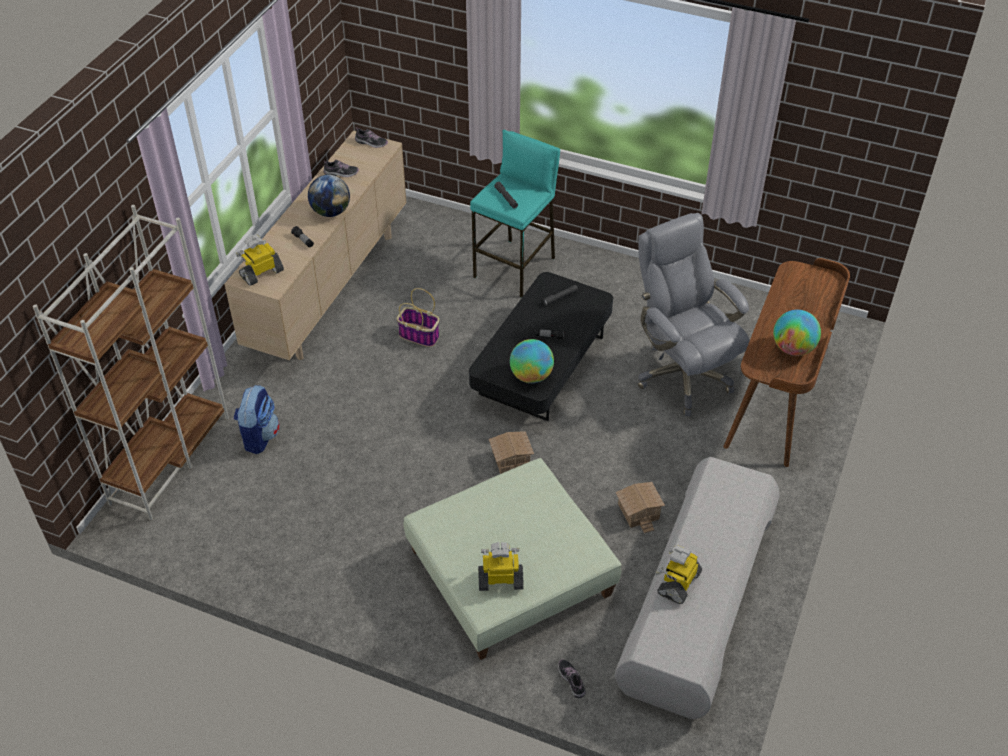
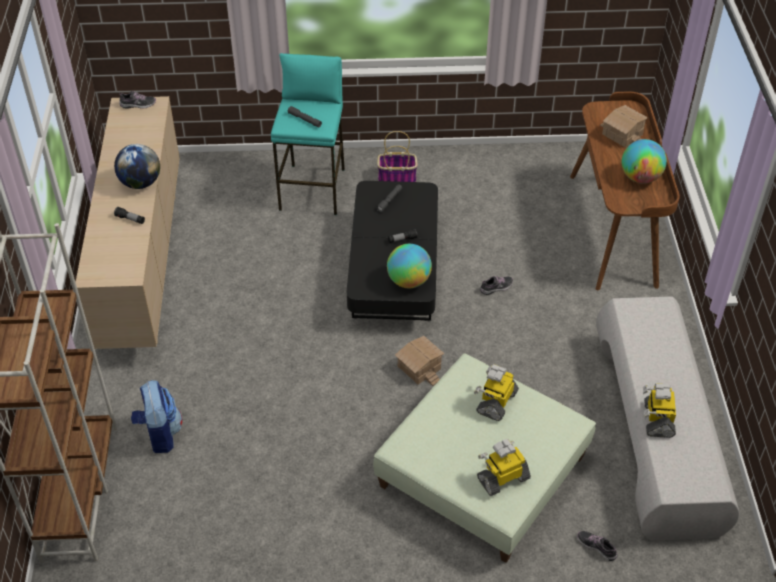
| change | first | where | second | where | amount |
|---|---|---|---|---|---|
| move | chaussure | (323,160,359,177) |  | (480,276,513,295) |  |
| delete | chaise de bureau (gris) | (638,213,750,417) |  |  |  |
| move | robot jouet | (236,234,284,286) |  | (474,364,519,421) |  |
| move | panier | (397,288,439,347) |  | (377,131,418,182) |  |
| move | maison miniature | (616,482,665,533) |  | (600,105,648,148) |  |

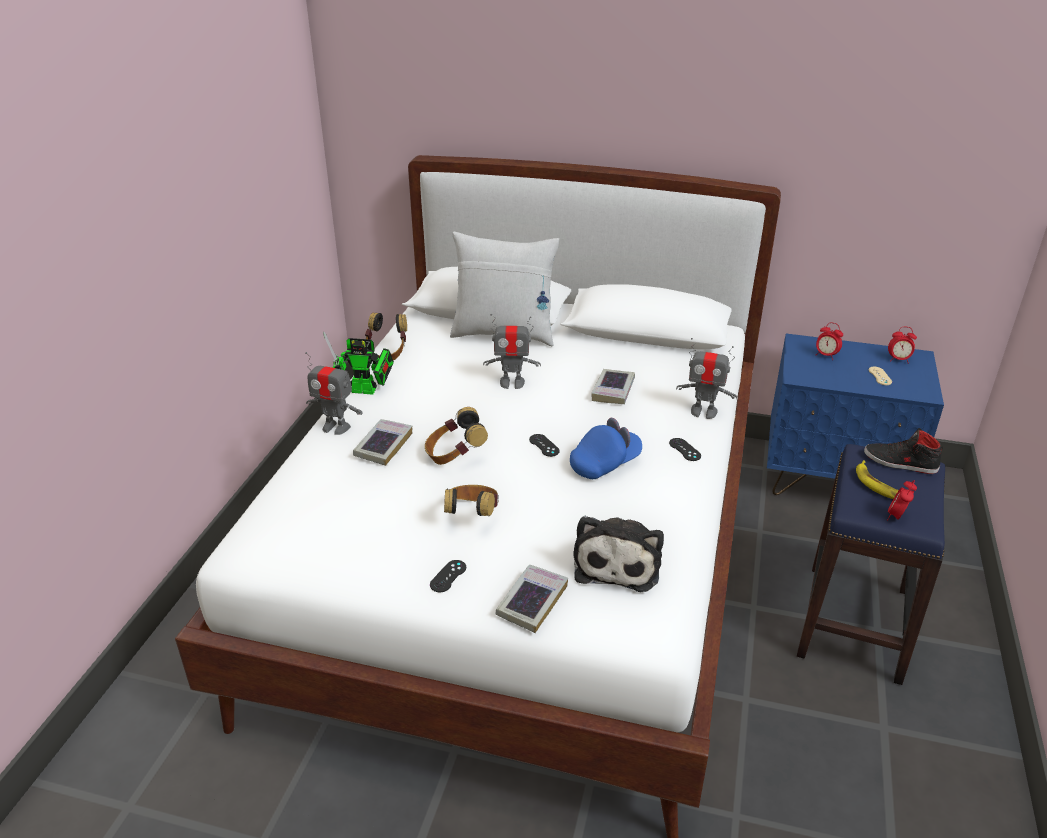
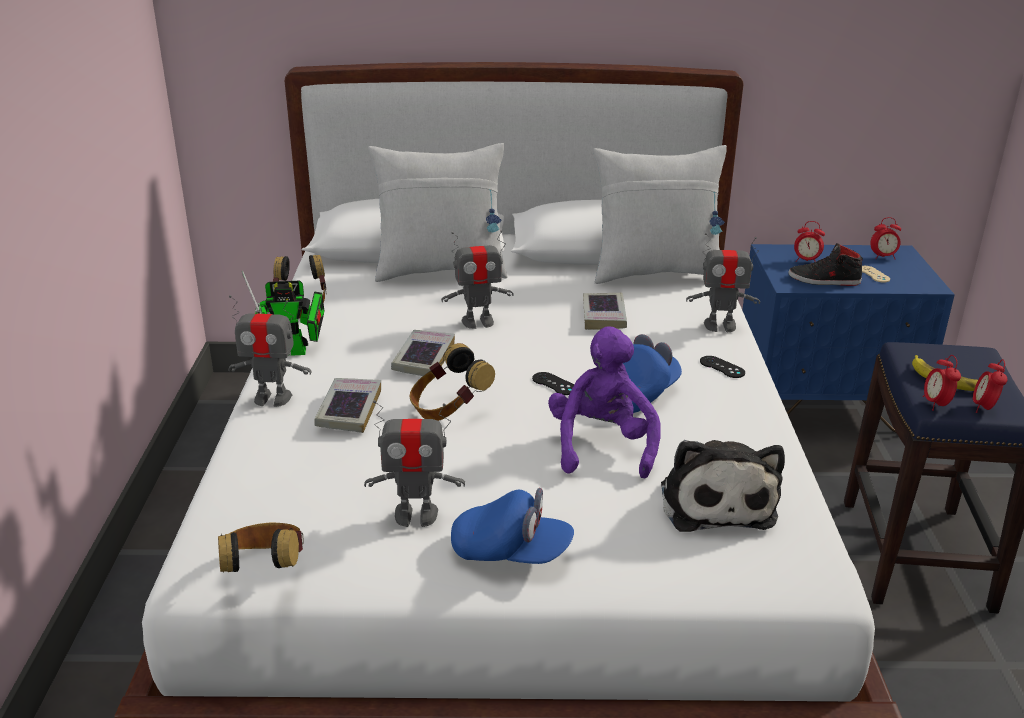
| change | first | where | second | where | amount |
|---|---|---|---|---|---|
| move | chaussure (noir) | (864,428,943,474) |  | (788,243,863,286) |  |
| move | casque audio | (444,485,499,516) |  | (218,523,304,573) |  |
| replace | manette (noir) | (430,560,466,592) | casquette (bleu) | (451,488,574,564) |  |
| move | livre | (496,565,568,633) |  | (391,330,455,376) |  |
| insert |  |  | coussin (gris) | (593,145,727,284) |  |
| insert |  |  | peluche (violet) | (548,326,661,479) |  |
| insert |  |  | réveil | (923,355,961,411) |  |
| insert |  |  | robot jouet | (364,400,465,527) |  |

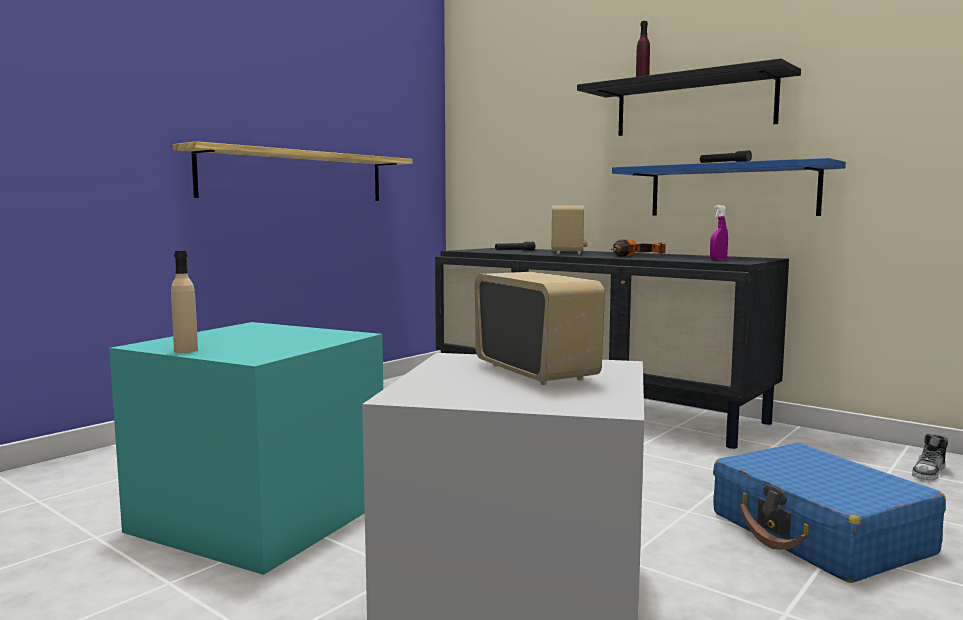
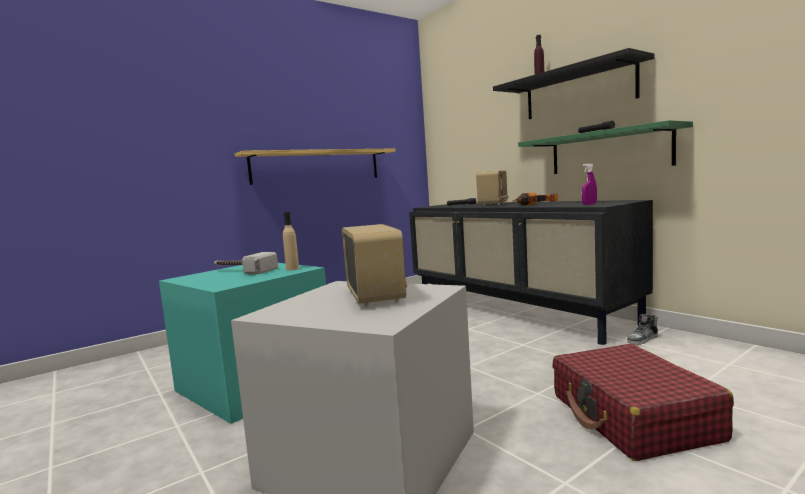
| change | first | where | second | where | amount |
|---|---|---|---|---|---|
| recolor | étagère (bleu) | (612,158,846,216) | étagère (vert) | (518,120,693,174) |  |
| move | bouteille (beige) | (171,250,198,353) |  | (283,212,299,270) |  |
| move | chaussure | (912,433,948,481) |  | (627,314,658,345) |  |
| recolor | valise (bleu) | (713,443,946,583) | valise (rouge) | (553,344,734,461) |  |
| insert |  |  | marteau | (214,252,278,274) |  |

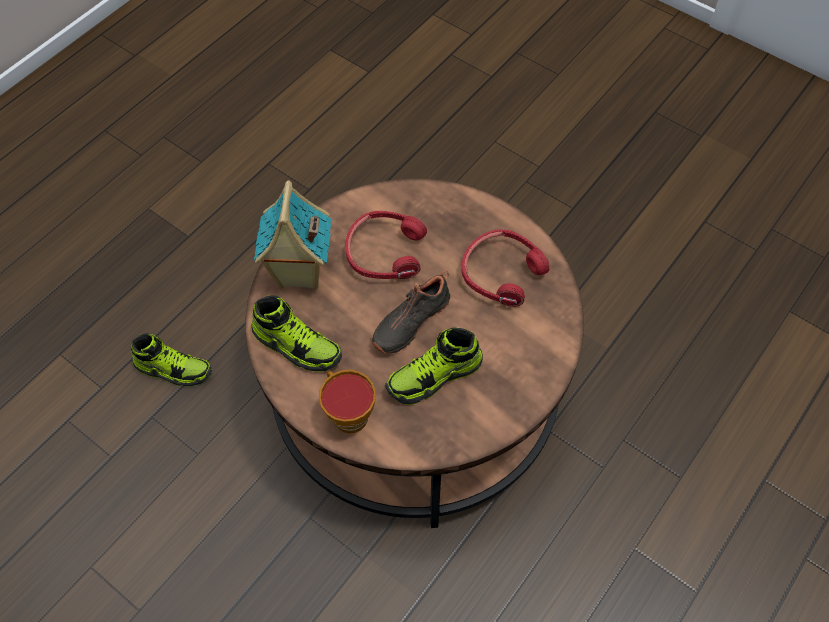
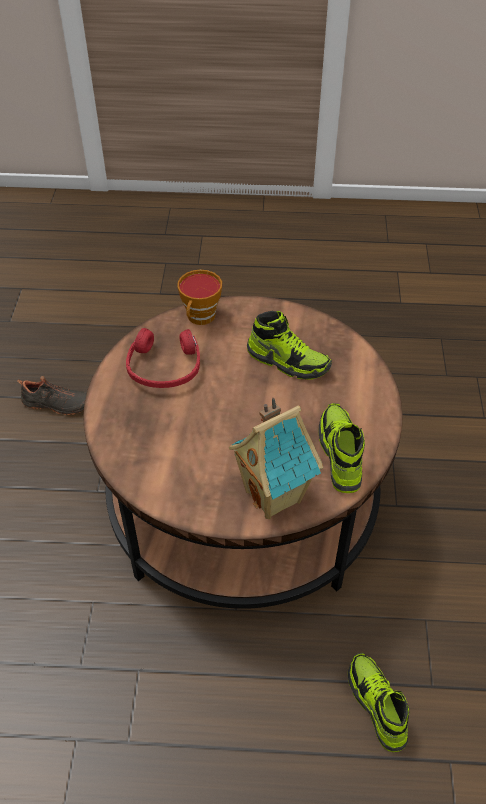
| change | first | where | second | where | amount |
|---|---|---|---|---|---|
| delete | casque audio (rouge) | (345,211,427,279) |  |  |  |
| move | chaussure (noir) | (372,270,450,354) |  | (17,376,87,415) |  |
| move | tasse | (319,370,376,433) |  | (177,269,222,325) |  |

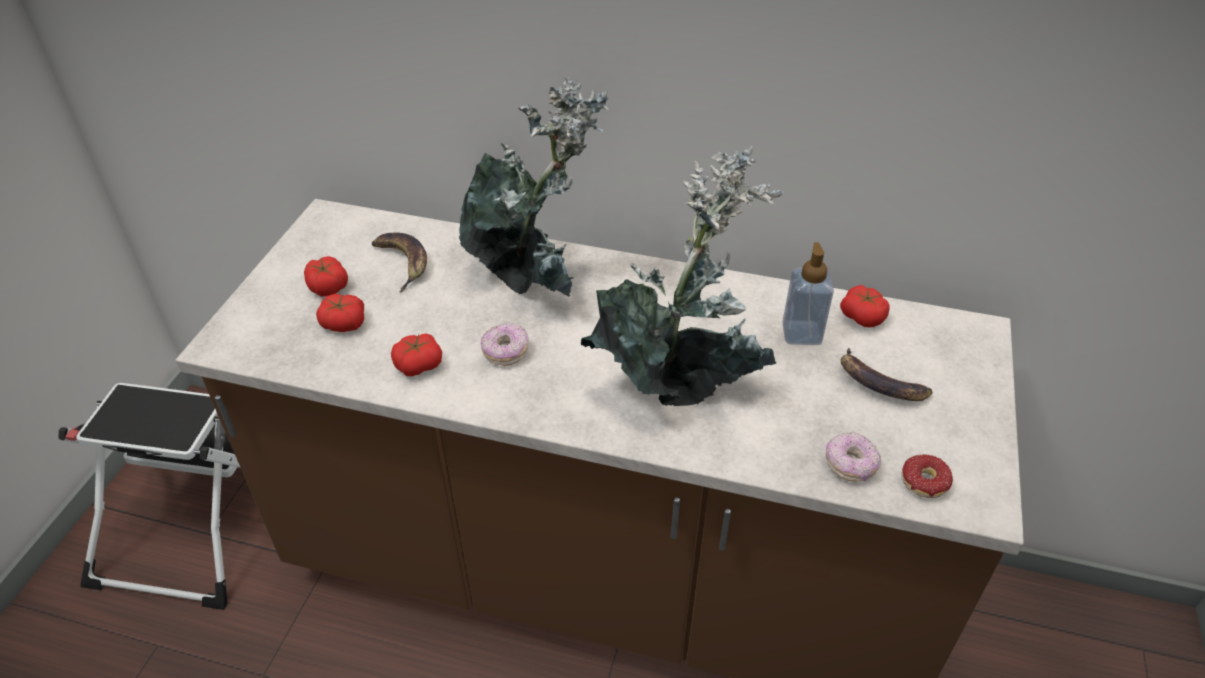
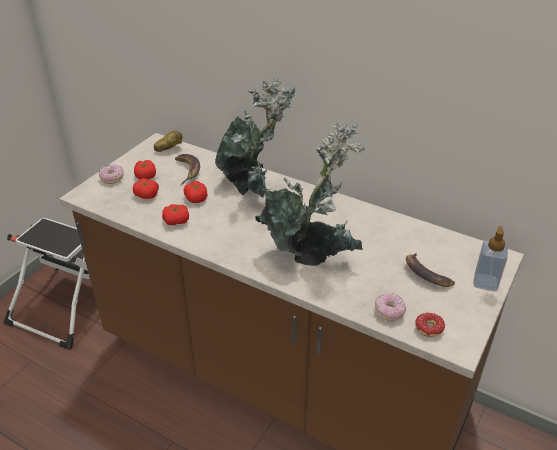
| change | first | where | second | where | amount |
|---|---|---|---|---|---|
| move | distributeur de savon | (782,242,834,345) |  | (473,226,508,291) |  |
| move | tomate | (840,285,890,328) |  | (183,181,208,203) |  |
| move | beignet | (481,323,529,366) |  | (99,164,124,184) |  |
| insert |  |  | pomme de terre | (154,131,183,152) |  |

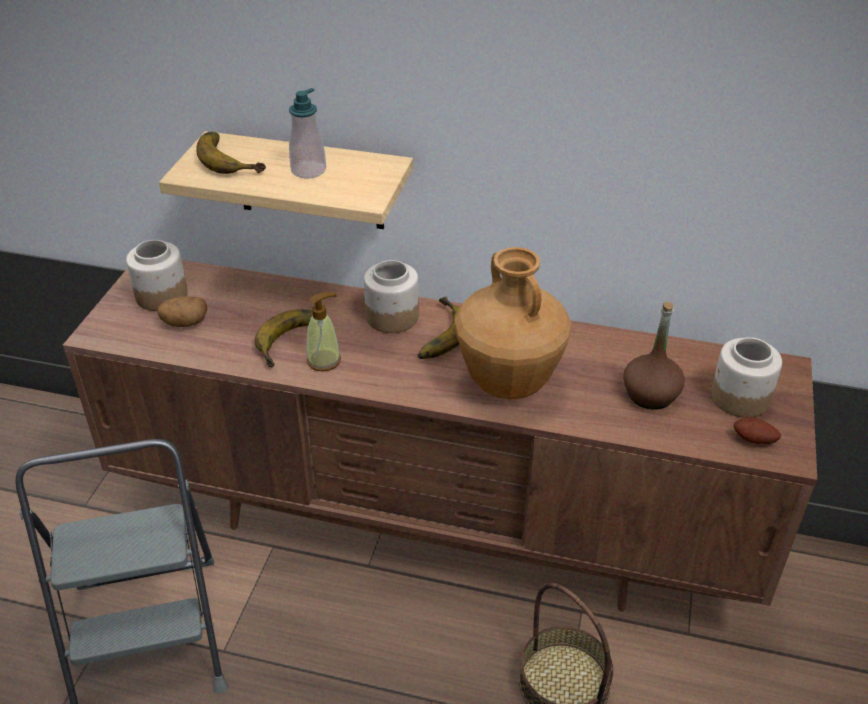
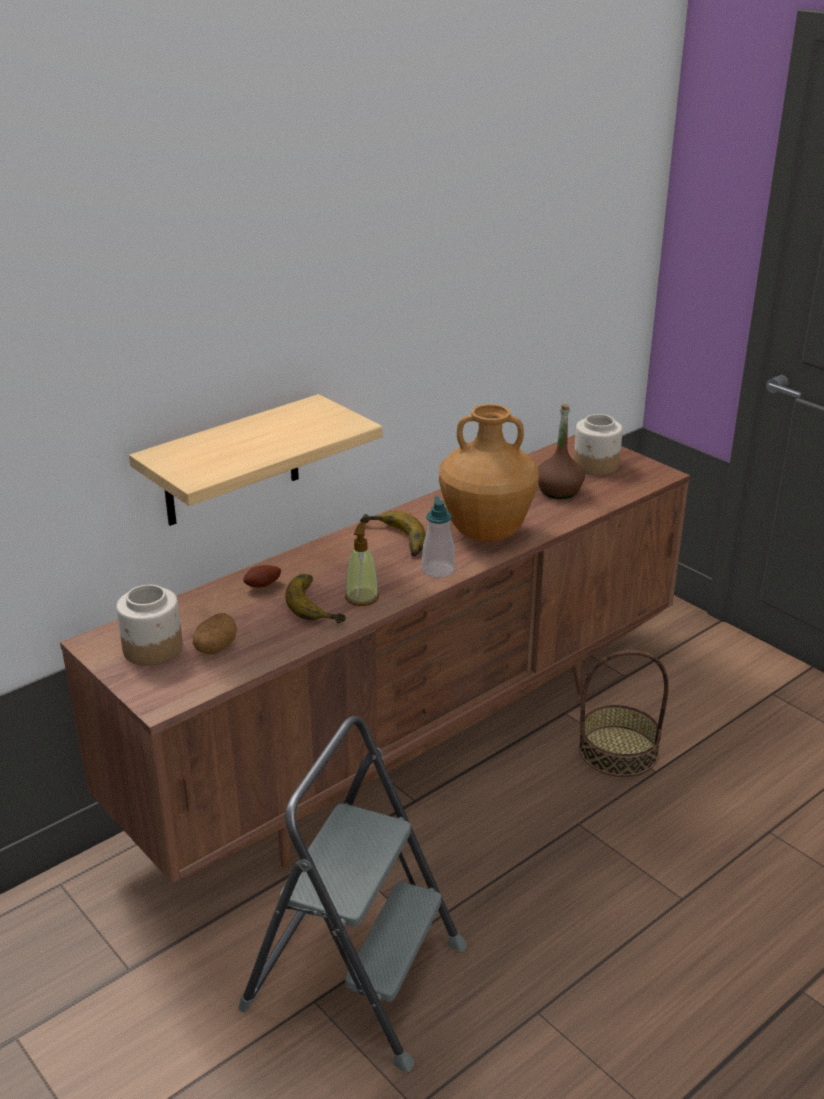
| change | first | where | second | where | amount |
|---|---|---|---|---|---|
| move | distributeur de savon | (289,88,326,179) |  | (422,496,455,578) |  |
| delete | banane | (196,132,266,174) |  |  |  |
| delete | bocal | (364,260,419,333) |  |  |  |
| move | pomme de terre | (734,417,781,444) |  | (243,565,281,587) |  |

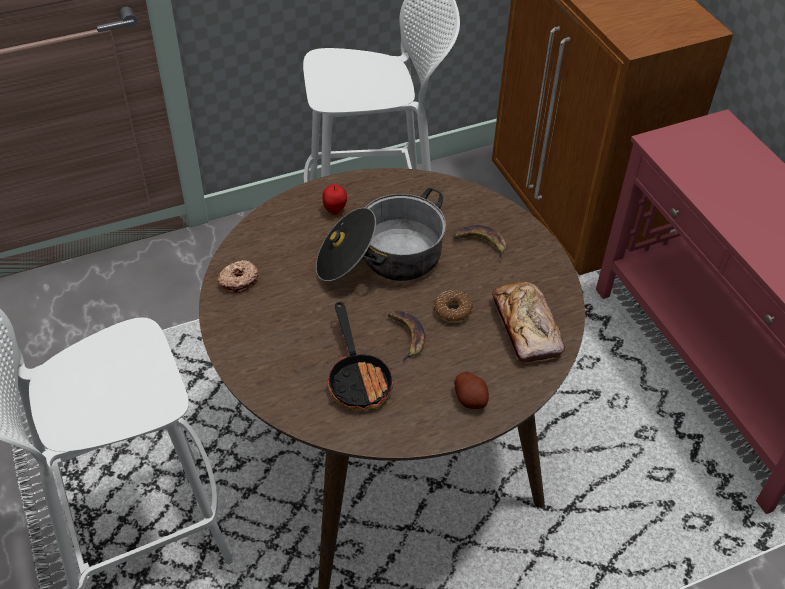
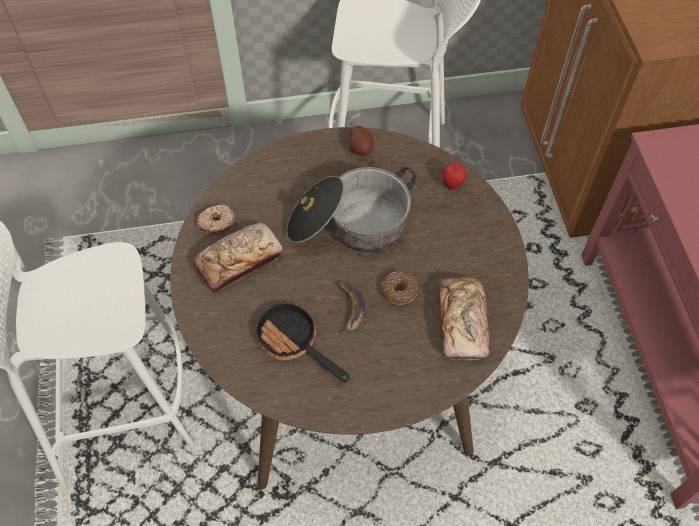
| change | first | where | second | where | amount |
|---|---|---|---|---|---|
| move | pomme | (322,184,347,215) |  | (443,162,466,190) |  |
| delete | banane | (453,225,506,262) |  |  |  |
| rotate | poêle | (327,302,395,410) |  | (254,301,349,382) | 135 degrees clockwise |
| move | pomme de terre | (454,372,489,409) |  | (349,126,374,156) |  |
| insert |  |  | pain | (193,223,283,293) |  |

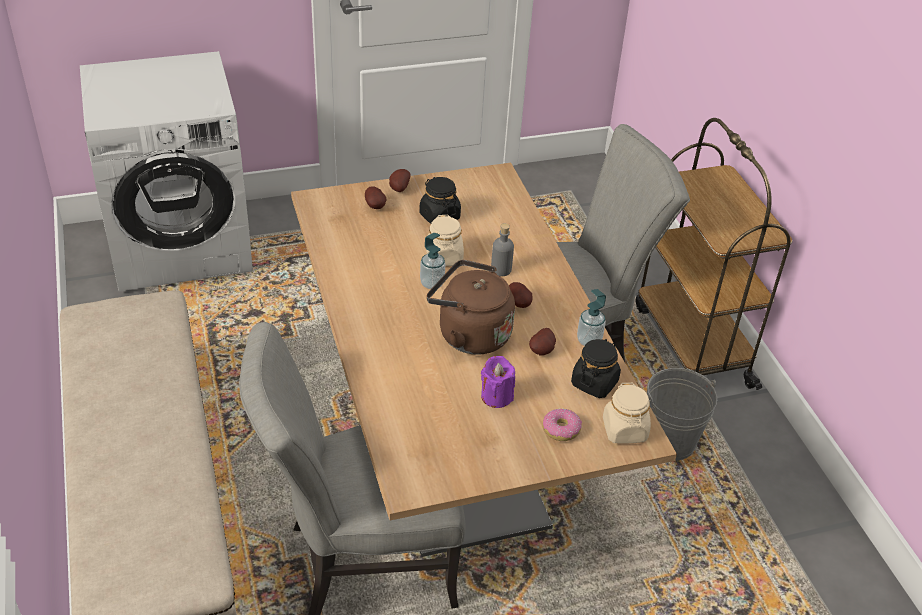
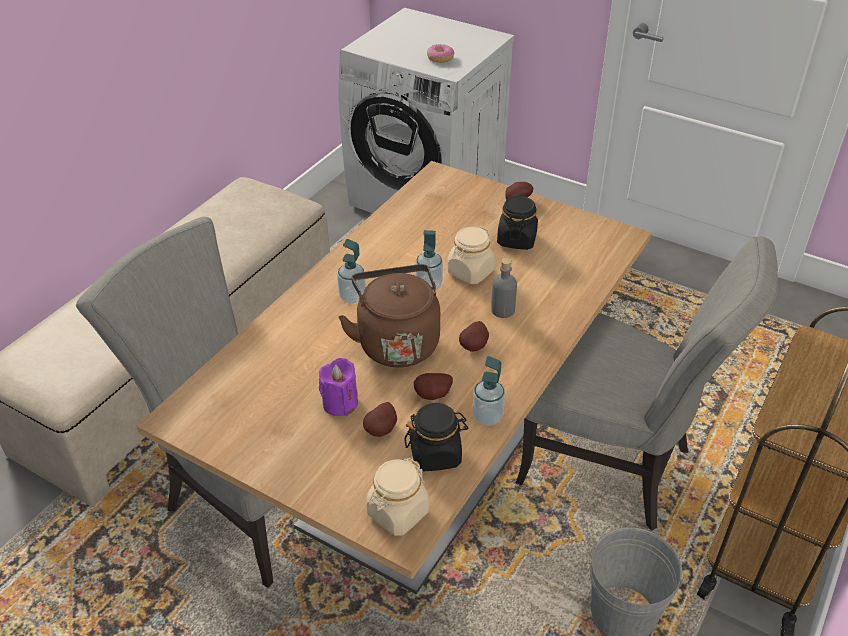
| change | first | where | second | where | amount |
|---|---|---|---|---|---|
| move | pomme de terre | (365,186,387,209) |  | (363,402,397,437) |  |
| move | beignet | (543,409,582,441) |  | (427,44,455,63) |  |
| insert |  |  | distributeur de savon | (337,239,366,303) |  |

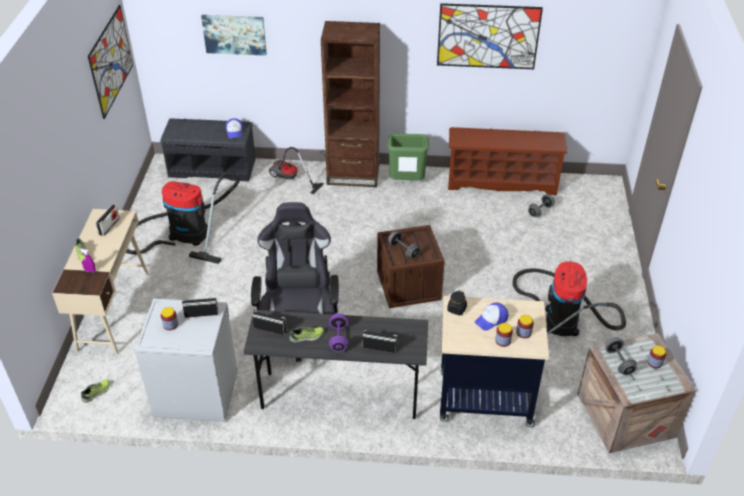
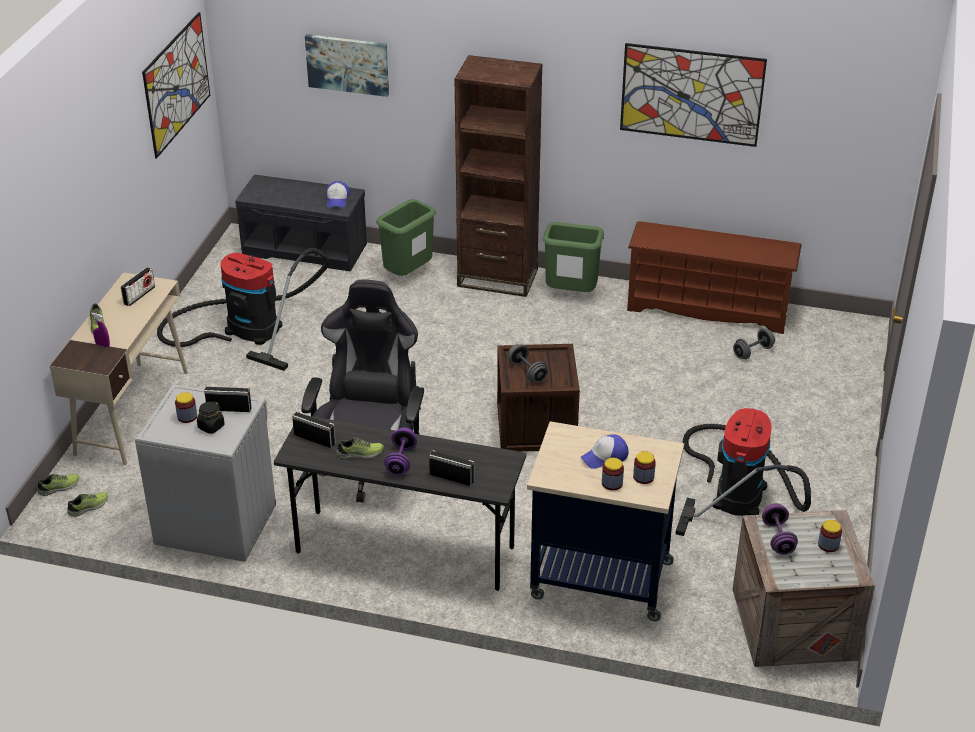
| change | first | where | second | where | amount |
|---|---|---|---|---|---|
| replace | aspirateur | (269,147,324,194) | poubelle (vert) | (376,199,436,276) |  |
| move | bocal (noir) | (447,290,467,315) |  | (197,401,225,434) |  |
| recolor | haltère (gris) | (605,337,637,375) | haltère (violet) | (762,503,798,555) |  |
| insert |  |  | chaussure | (37,474,79,496) |  |

